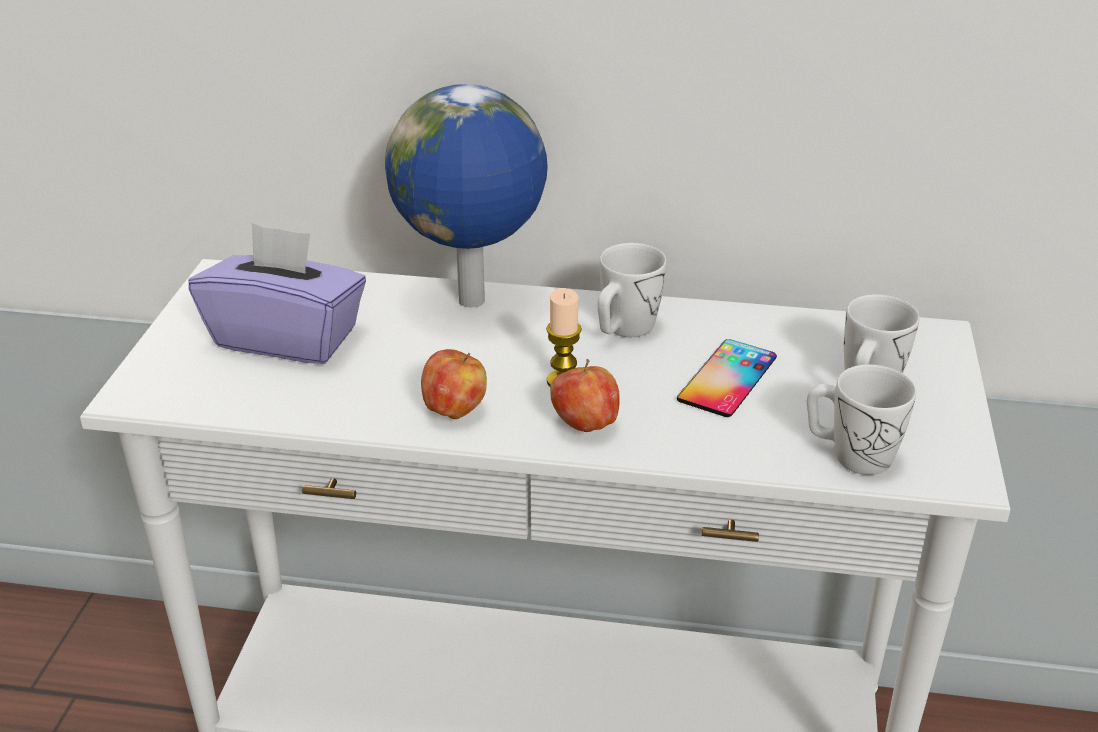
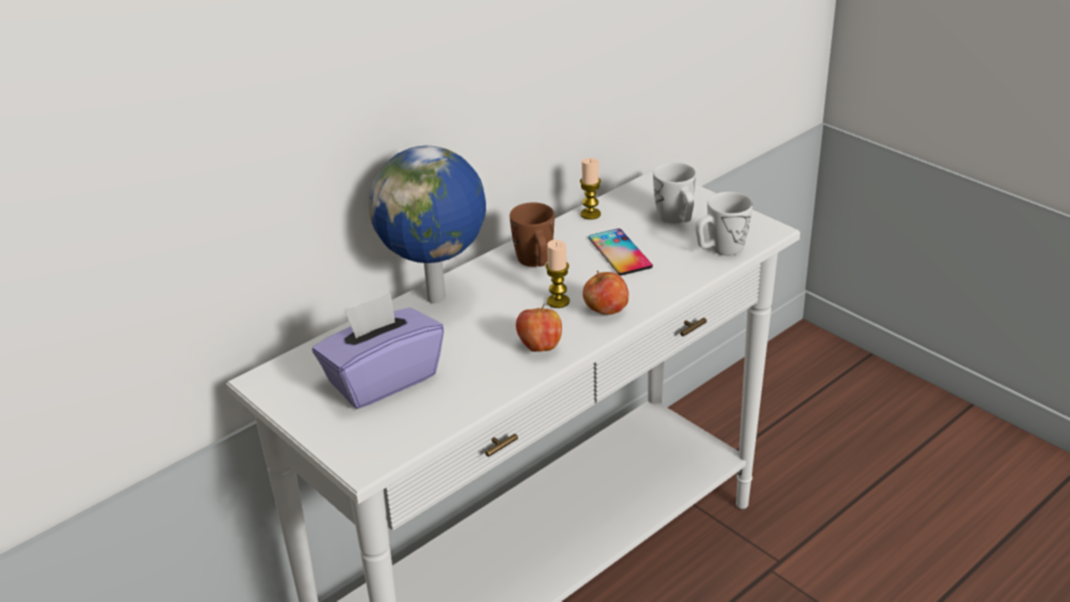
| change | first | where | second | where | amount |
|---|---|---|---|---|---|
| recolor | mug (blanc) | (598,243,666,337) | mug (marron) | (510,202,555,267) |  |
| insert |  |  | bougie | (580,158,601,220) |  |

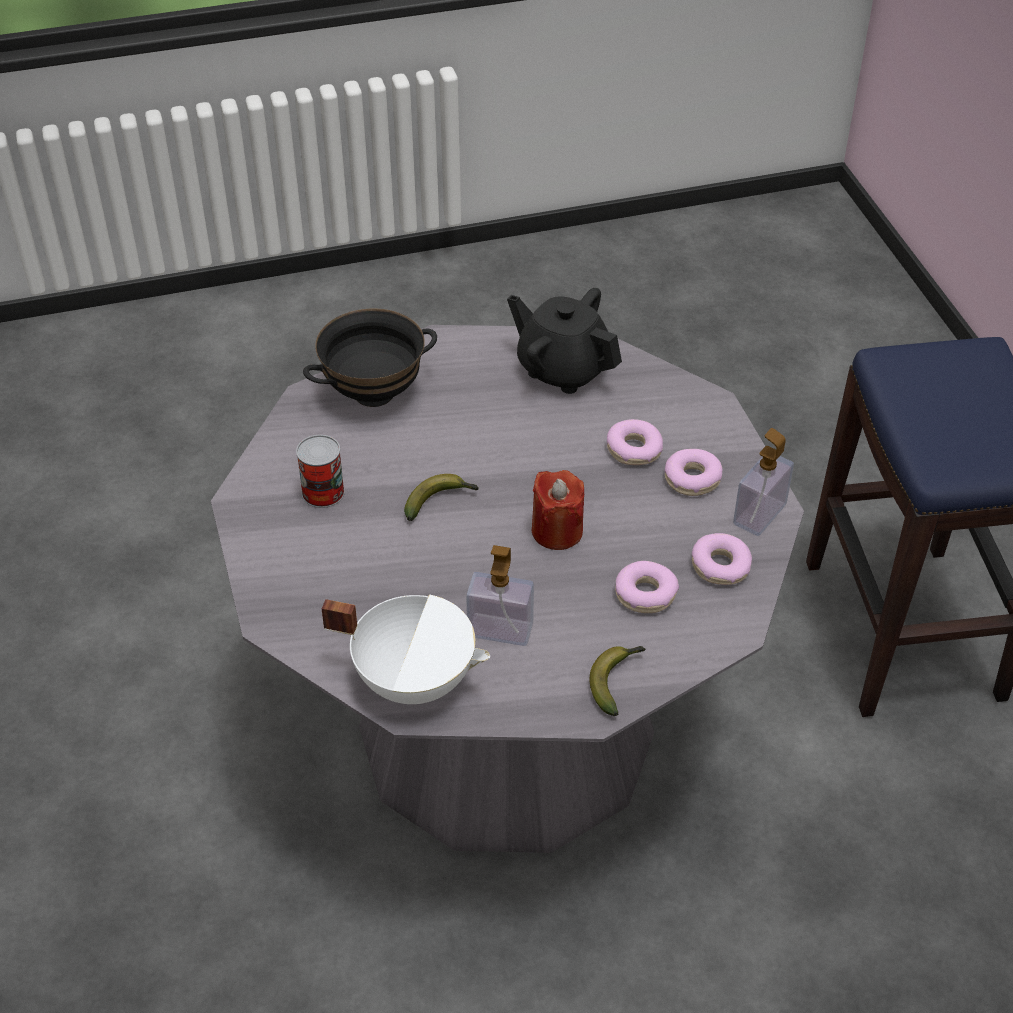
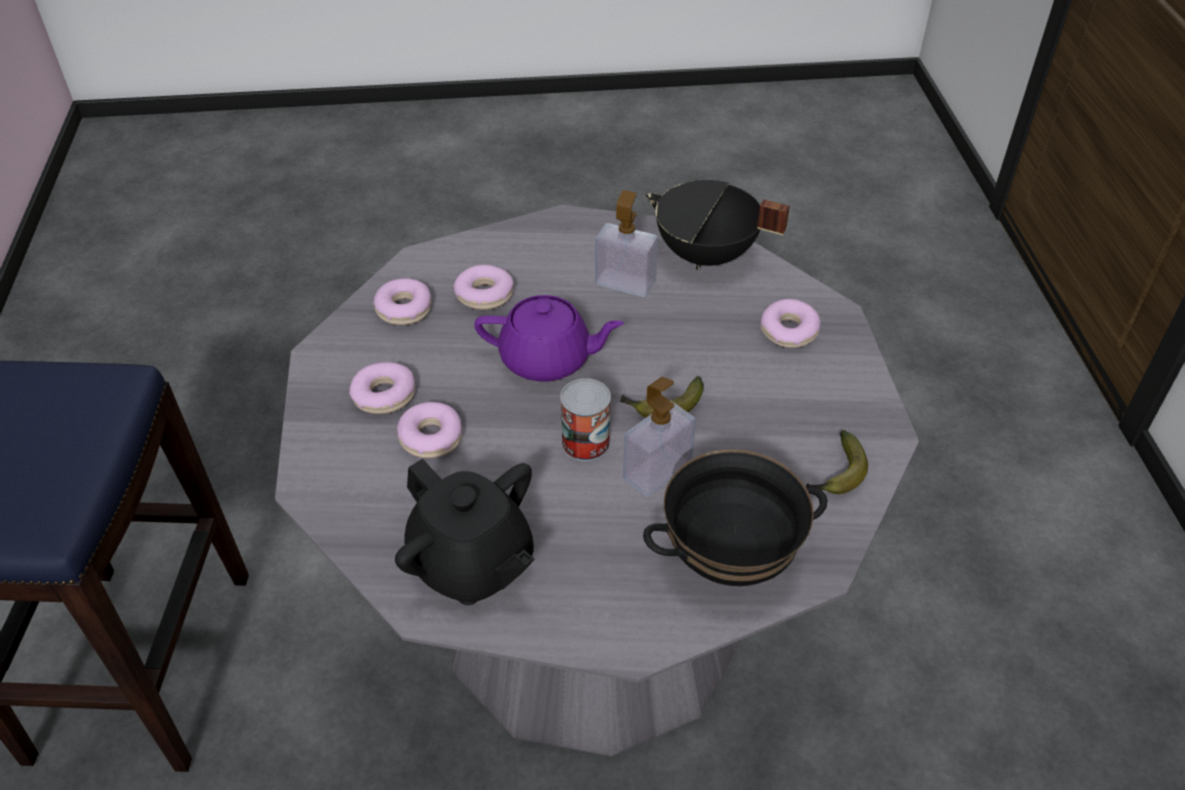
| change | first | where | second | where | amount |
|---|---|---|---|---|---|
| move | distributeur de savon | (733,428,794,536) |  | (623,377,696,497) |  |
| move | boîte métallique | (296,435,345,508) |  | (560,378,611,461) |  |
| replace | bougie (rouge) | (532,470,584,550) | théière (violet) | (474,295,624,382) |  |
| recolor | marmite (blanc) | (322,594,490,704) | marmite (noir) | (646,180,790,270) |  |
| move | banane | (590,646,645,716) |  | (806,430,868,494) |  |
| insert |  |  | beignet | (761,299,821,348) |  |

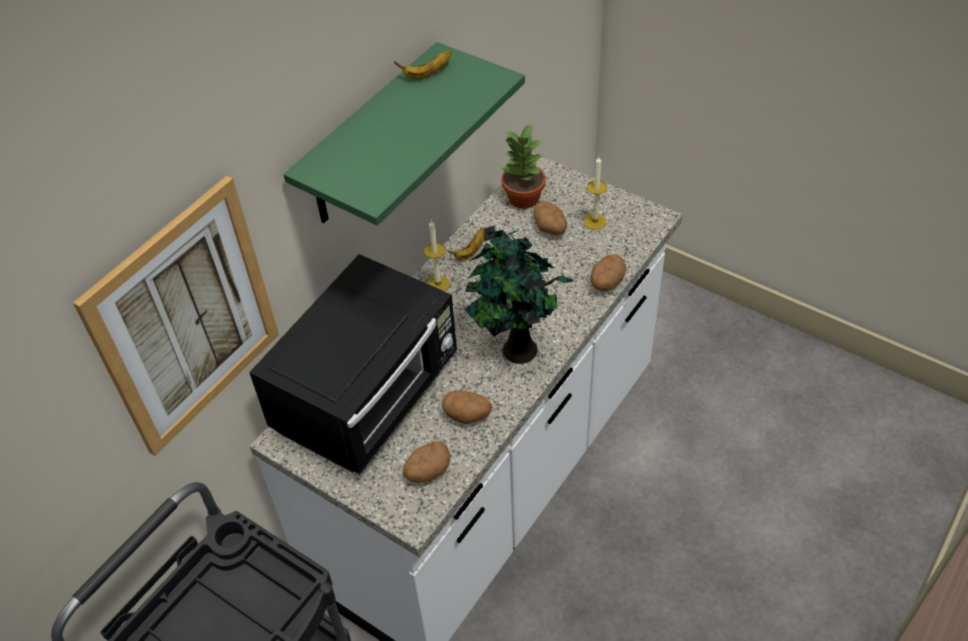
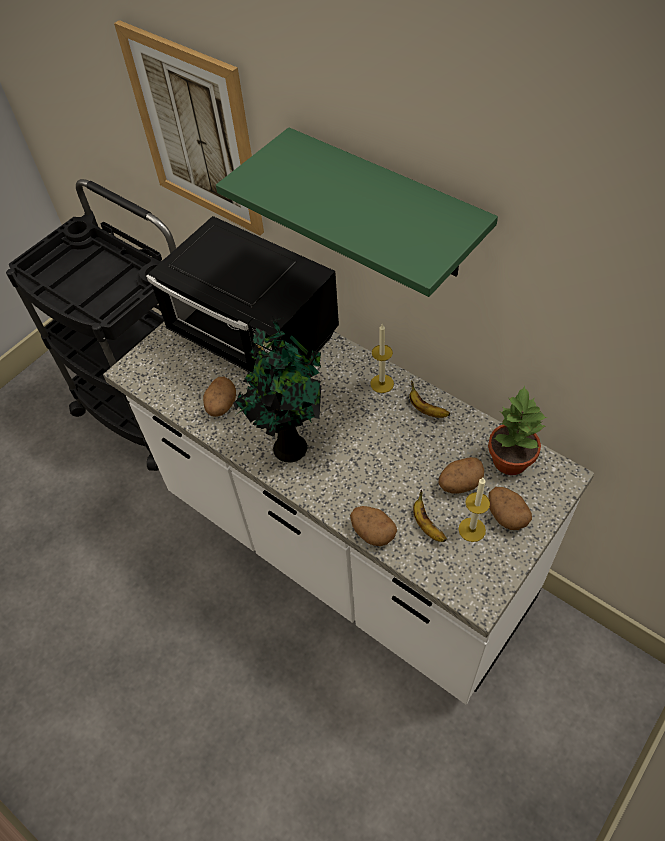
| change | first | where | second | where | amount |
|---|---|---|---|---|---|
| move | banane | (394,50,452,79) |  | (413,489,447,542) |  |
| move | pomme de terre | (403,441,450,483) |  | (488,487,532,530) |  |

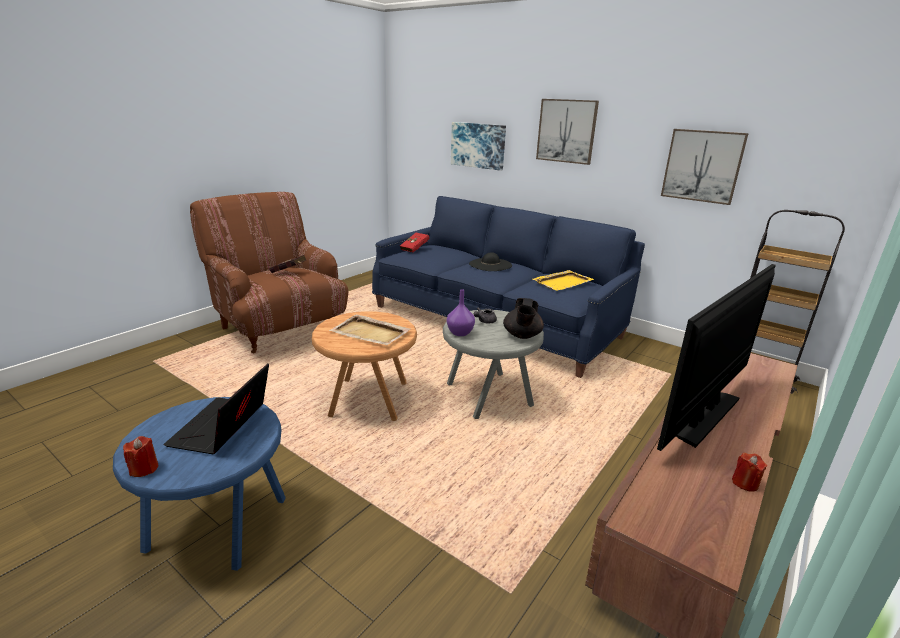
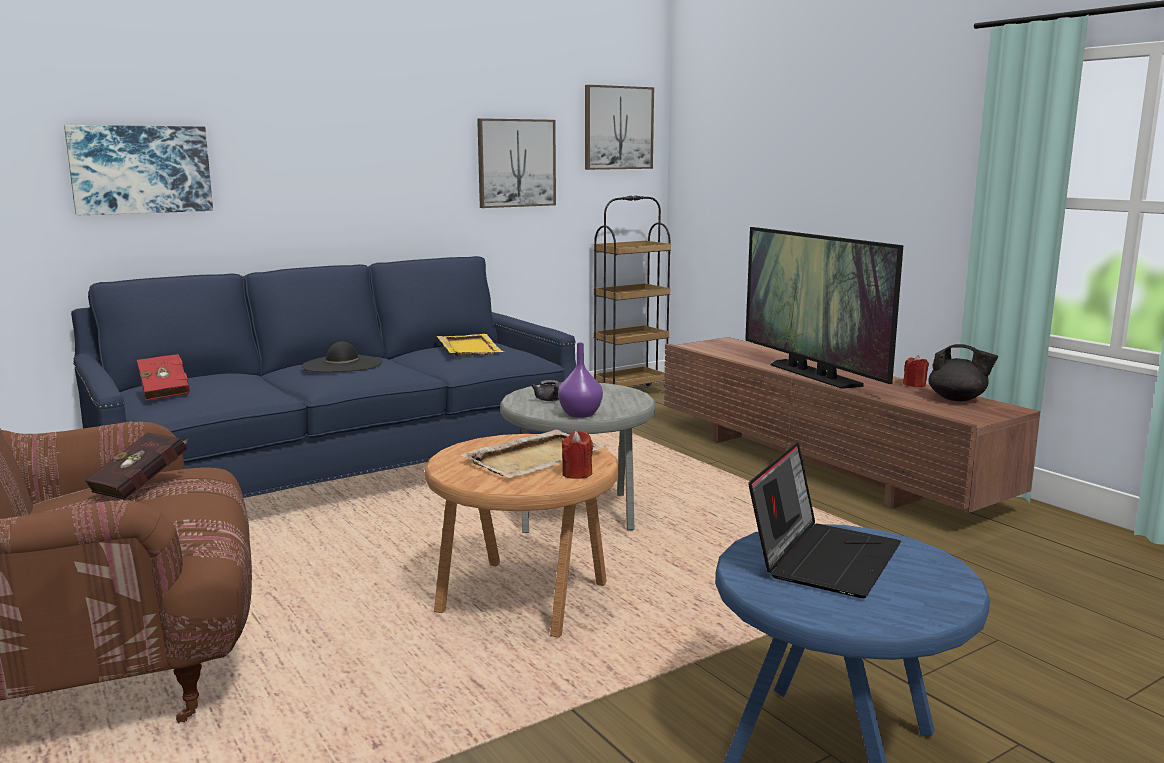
| change | first | where | second | where | amount |
|---|---|---|---|---|---|
| move | tableau | (536,99,599,165) |  | (585,85,654,170) |  |
| move | théière (noir) | (503,298,544,339) |  | (928,344,998,402) |  |
| rotate | ordinateur portable | (163,363,269,454) |  | (748,442,901,598) | 90 degrees counterclockwise |
| move | bougie (rouge) | (123,436,158,477) |  | (561,431,593,479) |  |

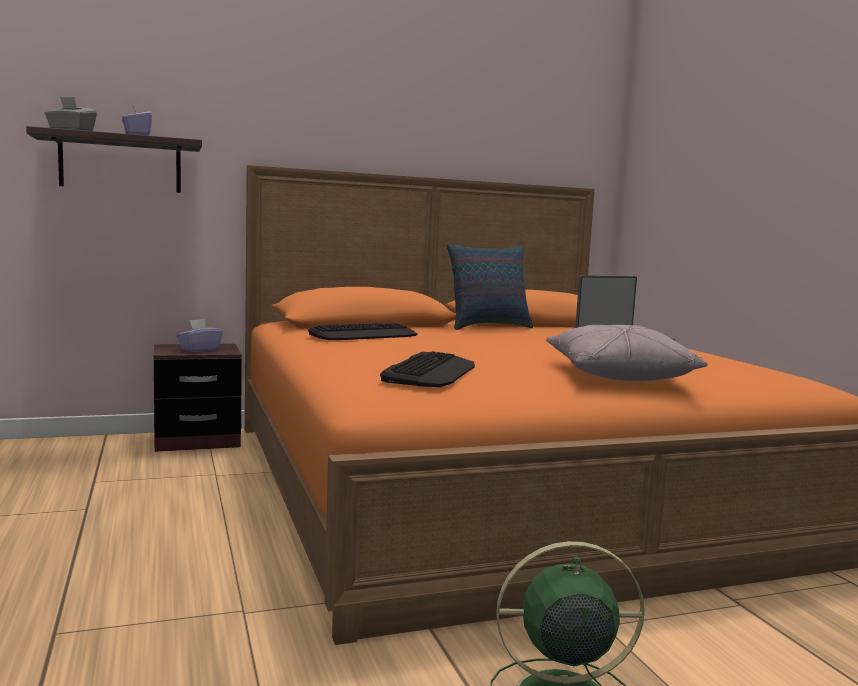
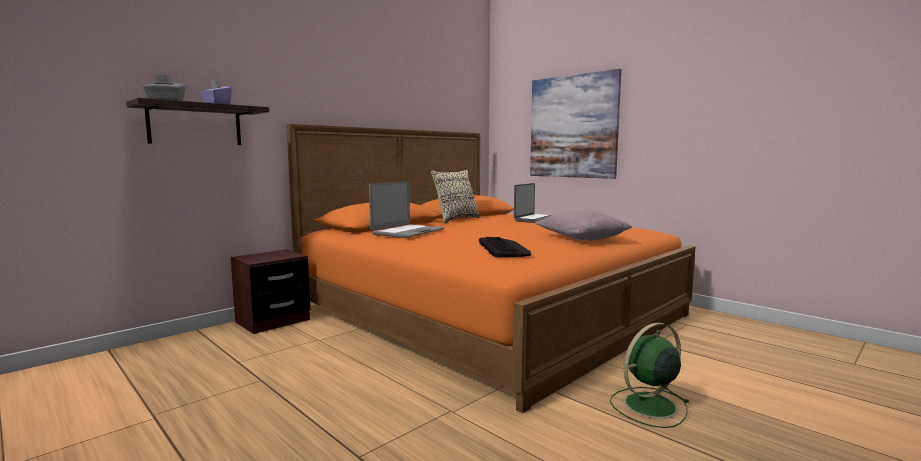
| change | first | where | second | where | amount |
|---|---|---|---|---|---|
| recolor | coussin (bleu) | (447,243,533,330) | coussin (beige) | (431,170,480,223) |  |
| delete | boîte à mouchoirs (violet) | (177,319,223,352) |  |  |  |
| replace | clavier | (308,323,417,340) | ordinateur portable | (369,181,445,238) |  |
| insert |  |  | tableau | (530,69,622,179) |  |

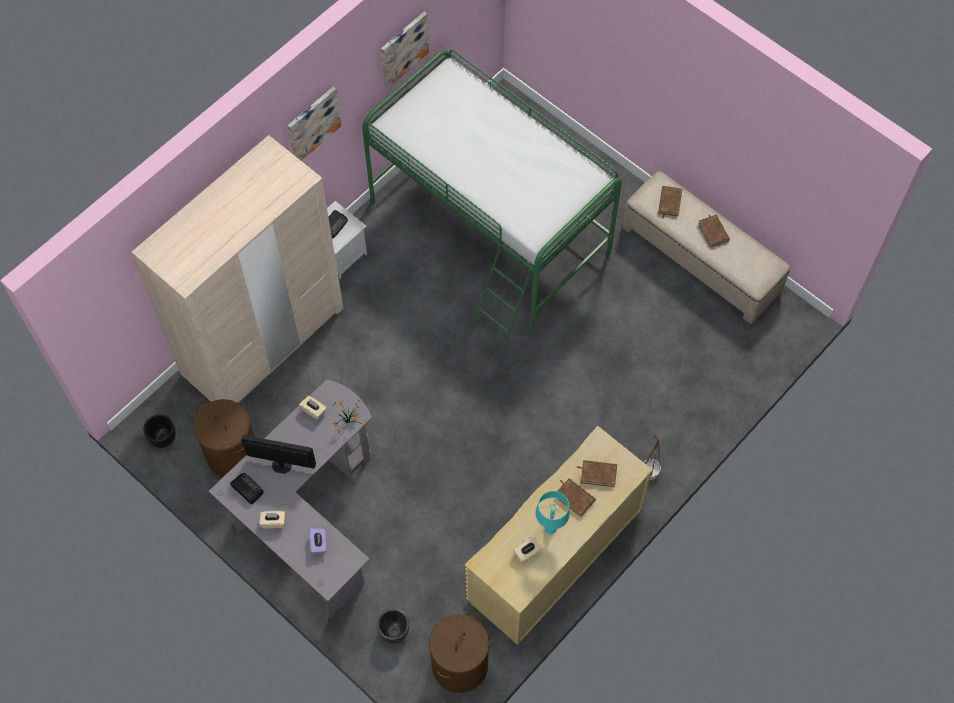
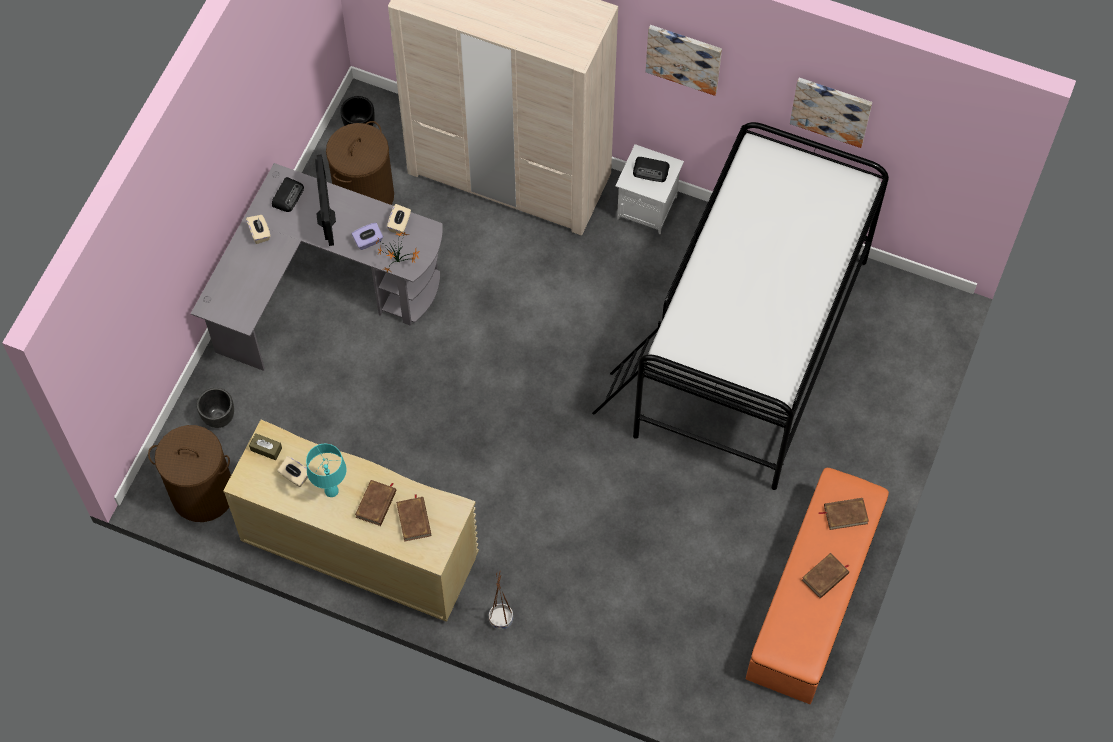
| change | first | where | second | where | amount |
|---|---|---|---|---|---|
| recolor | lit (vert) | (362,49,622,352) | lit (noir) | (592,122,889,490) |  |
| recolor | banc (beige) | (622,171,790,324) | banc (orange) | (746,468,889,704) |  |
| move | boîte à mouchoirs (violet) | (309,528,327,554) |  | (352,223,383,250) |  |
| insert |  |  | boîte à mouchoirs (marron) | (249,433,282,460) |  |

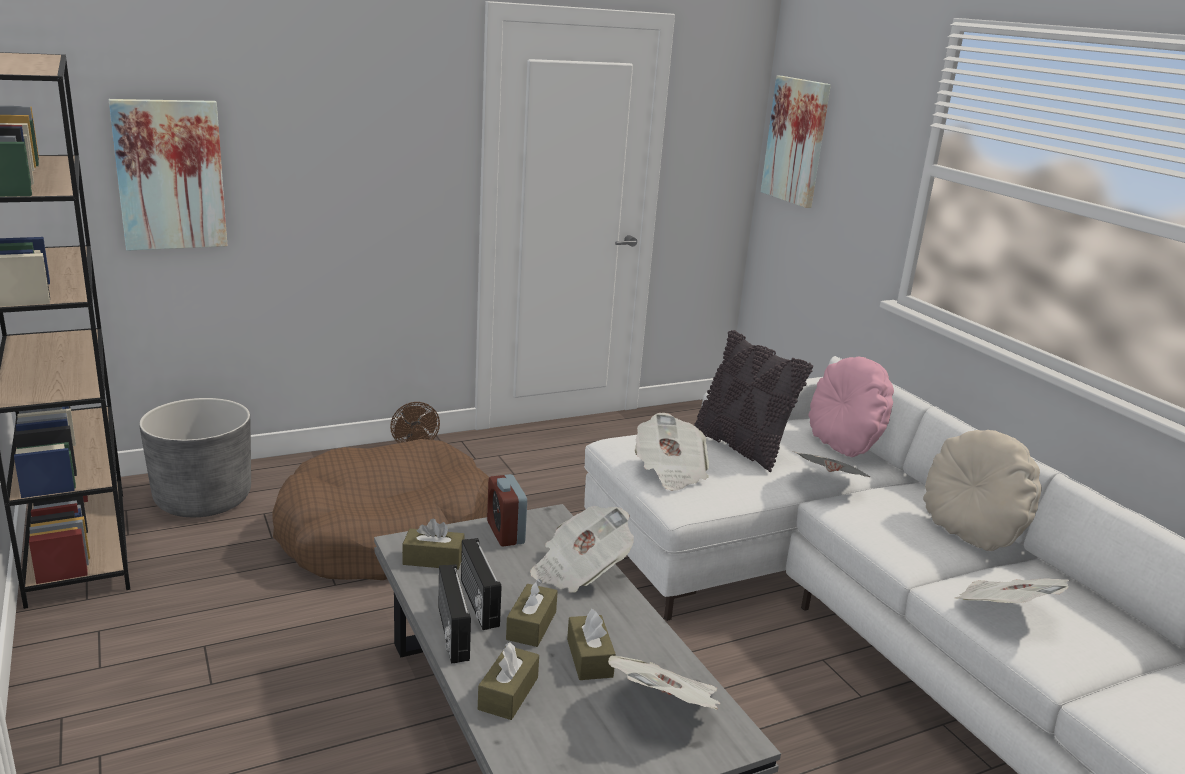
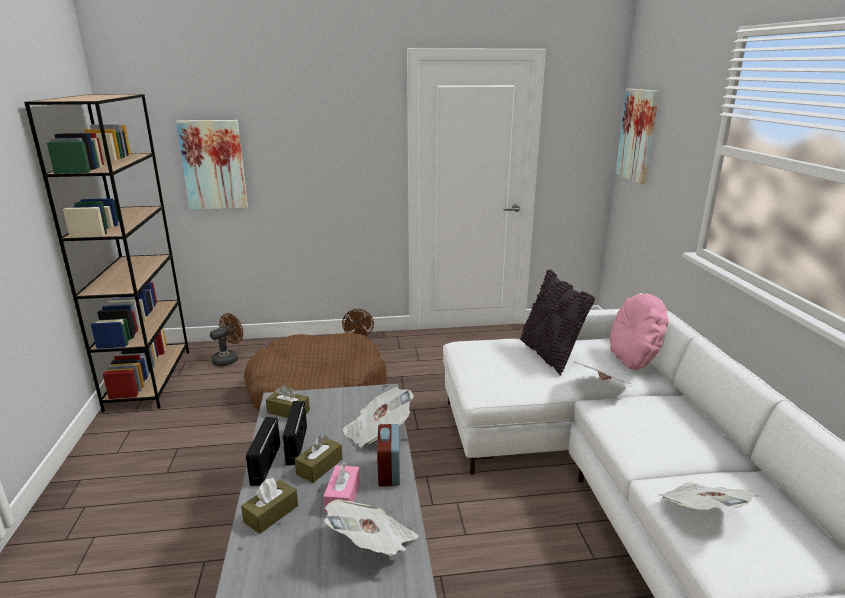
| change | first | where | second | where | amount |
|---|---|---|---|---|---|
| replace | cache-pot (gris) | (139,398,251,517) | ventilateur (marron) | (210,313,243,366) |  |
| delete | journal | (634,413,709,491) |  |  |  |
| delete | coussin (beige) | (923,430,1042,551) |  |  |  |
| move | réveil | (487,474,527,547) |  | (377,424,400,487) |  |
| recolor | boîte à mouchoirs (marron) | (567,609,616,680) | boîte à mouchoirs (rose) | (323,462,360,513) |  |

